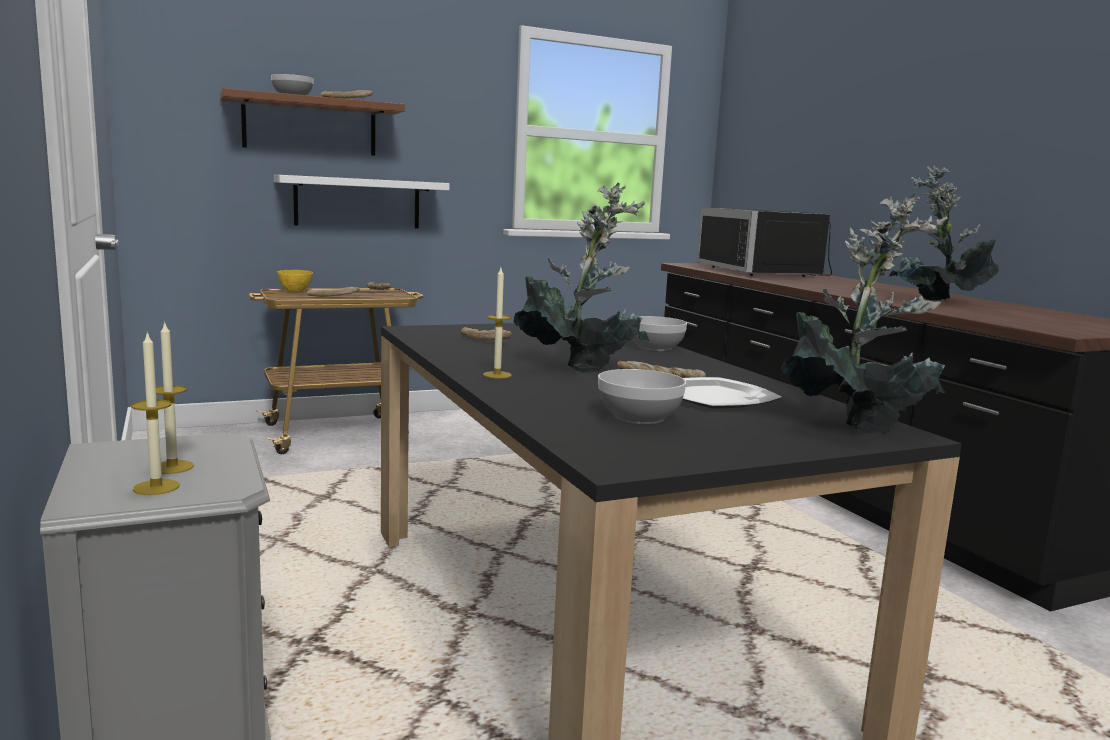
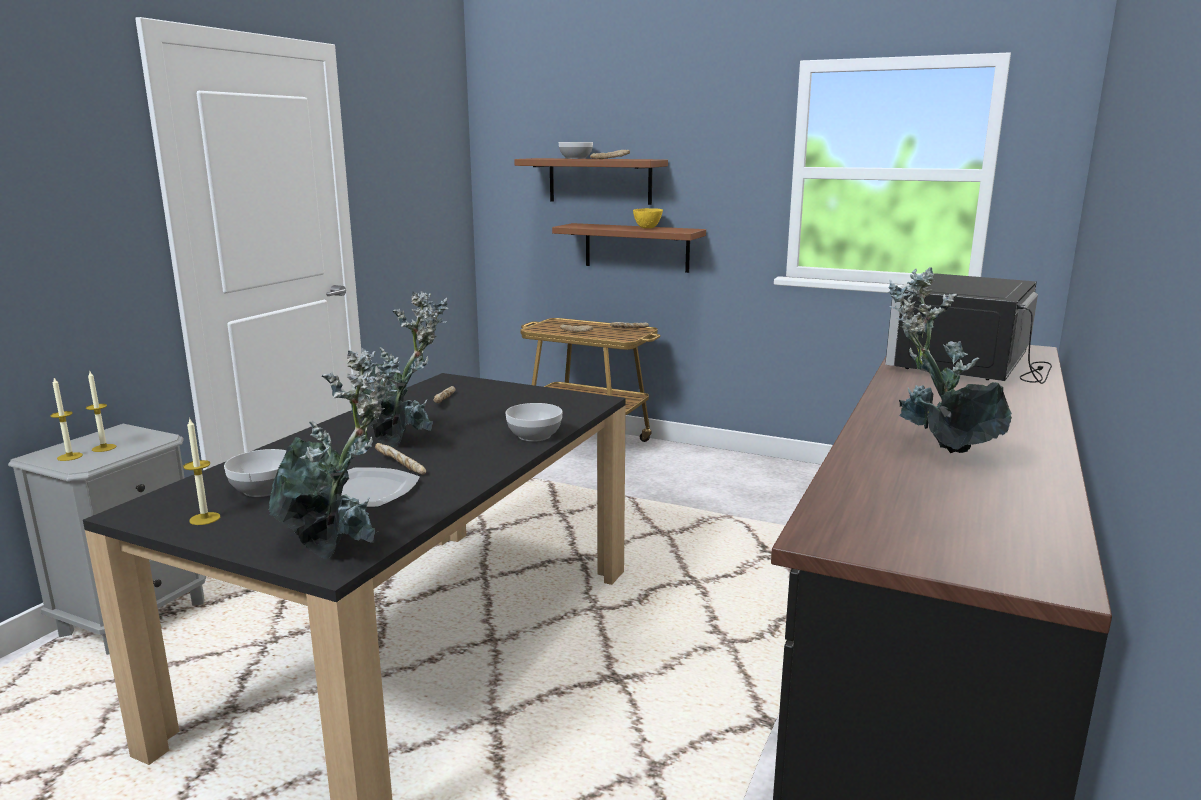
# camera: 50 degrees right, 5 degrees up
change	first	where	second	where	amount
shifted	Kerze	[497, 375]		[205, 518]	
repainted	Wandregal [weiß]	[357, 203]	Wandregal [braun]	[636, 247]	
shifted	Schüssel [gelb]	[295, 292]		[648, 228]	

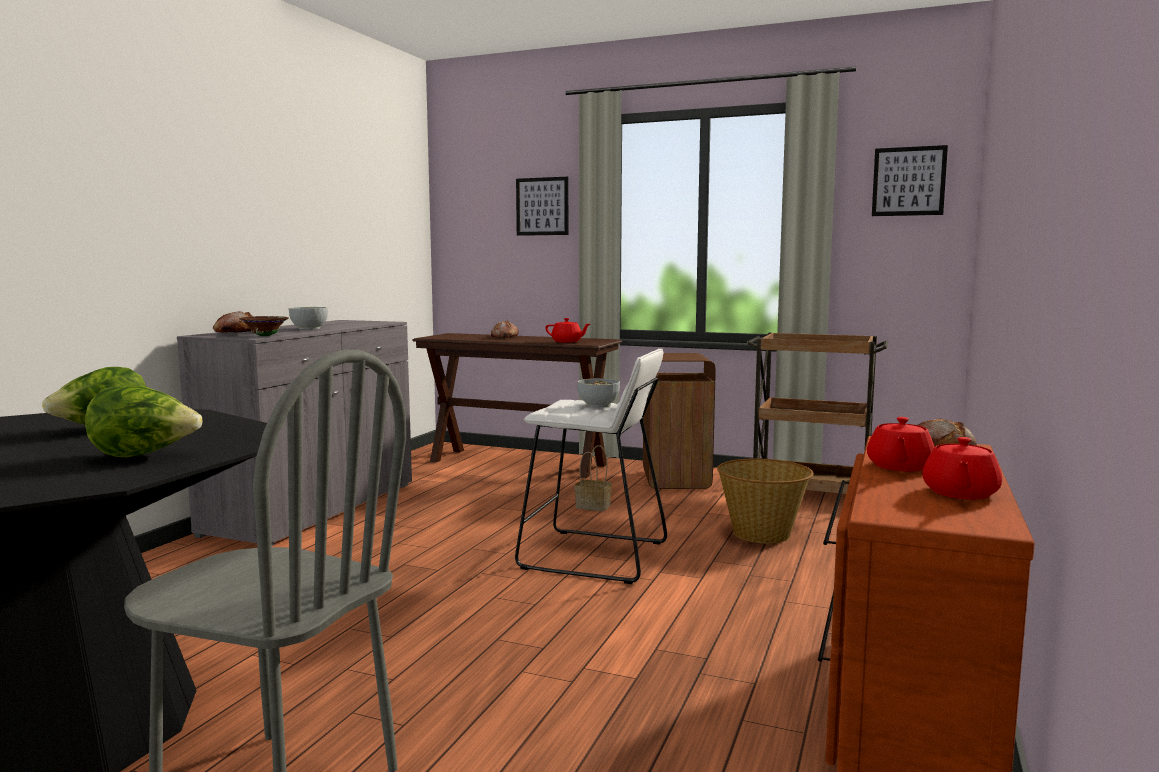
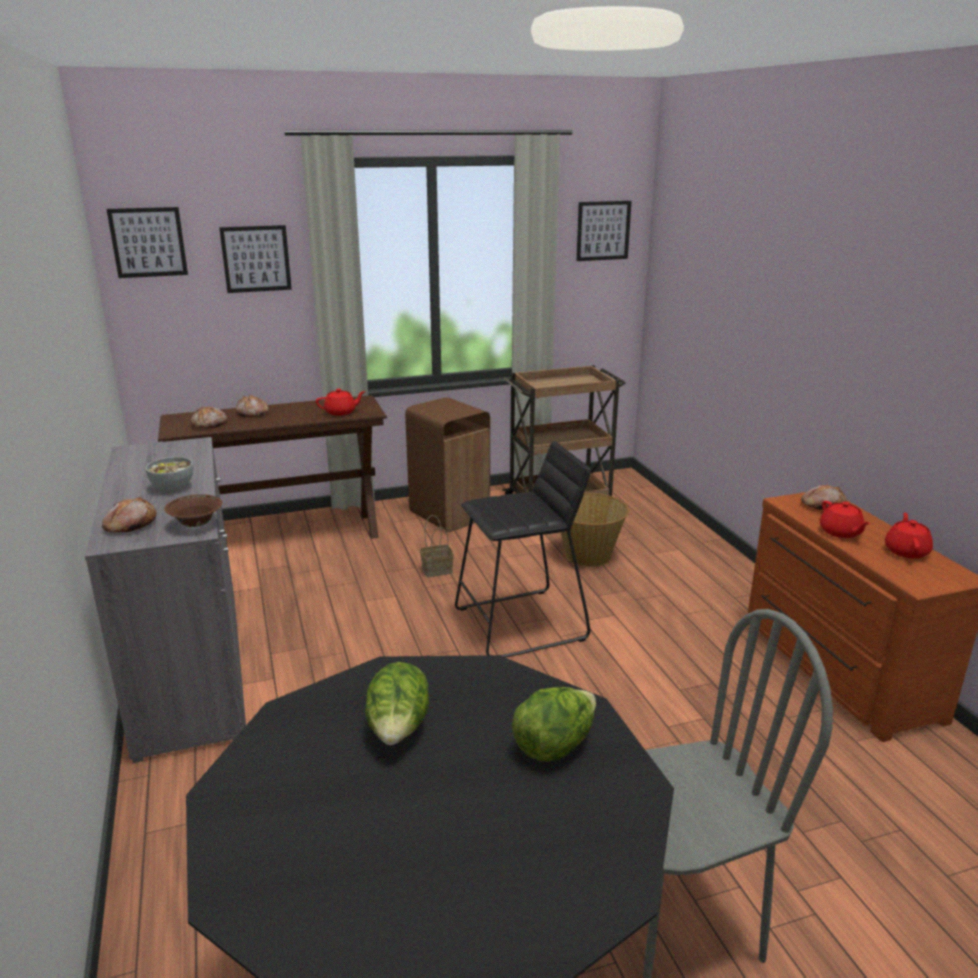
# camera: 40 degrees left, 15 degrees up
change	first	where	second	where	amount
new			Bild	[148, 242]	
new			Brot	[210, 424]	
repainted	Hocker [weiß]	[593, 556]	Hocker [schwarz]	[521, 624]	
rotated	Teekanne [rot]	[959, 493]		[906, 551]	150 degrees counterclockwise
gone	Schüssel	[598, 405]			

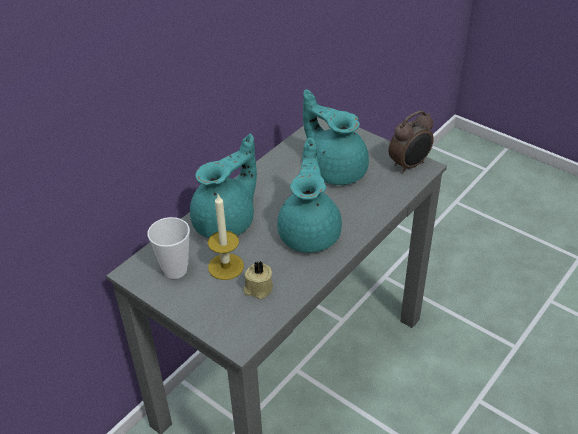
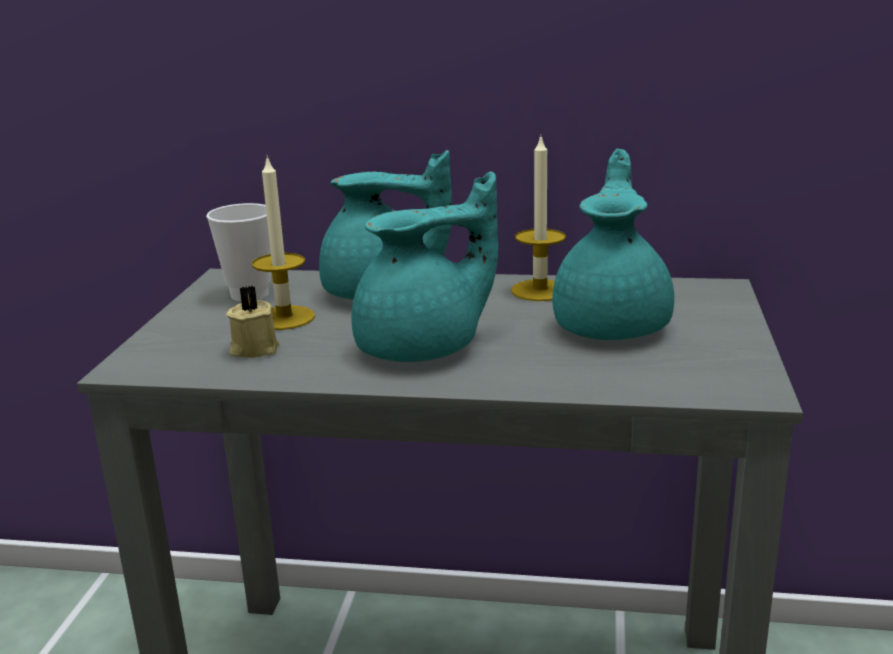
# camera: 60 degrees right, 20 degrees down
change	first	where	second	where	amount
new			Kerze	[540, 290]	
gone	Wecker	[409, 165]			

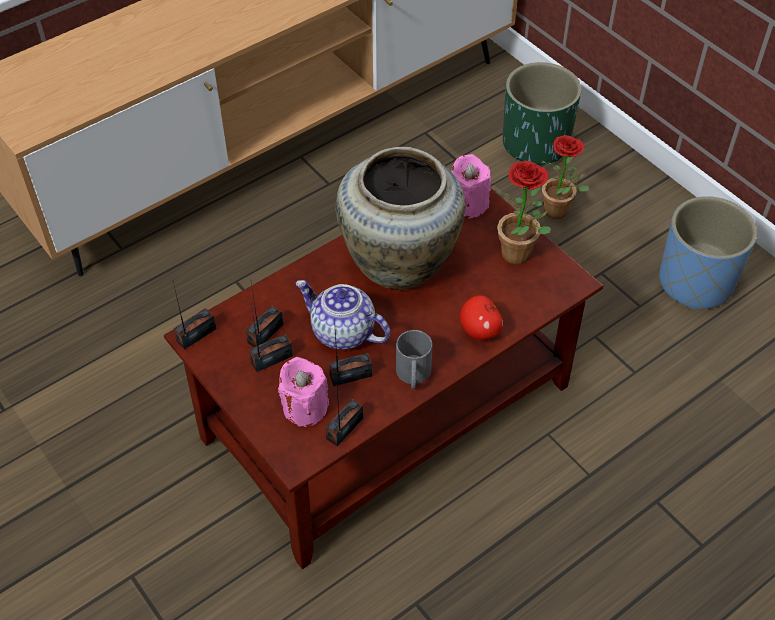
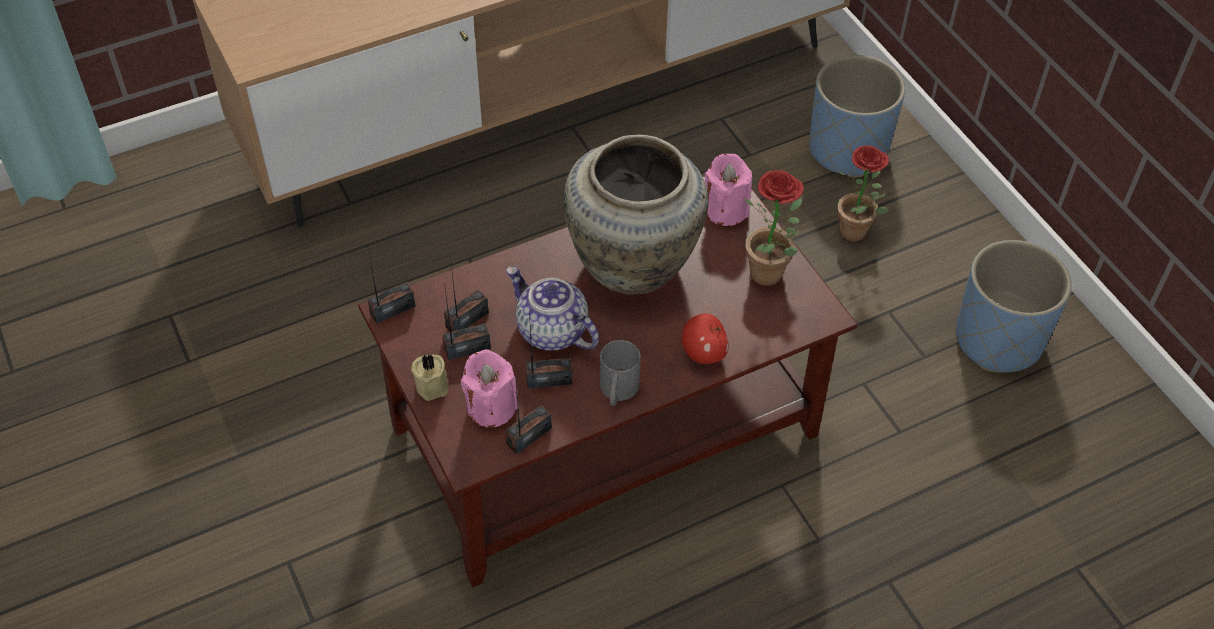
# camera: 10 degrees right, 0 degrees up
change	first	where	second	where	amount
new			Kerze [beige]	[433, 384]	
repainted	Pflanzkübel [grün]	[535, 144]	Pflanzkübel [blau]	[848, 150]	

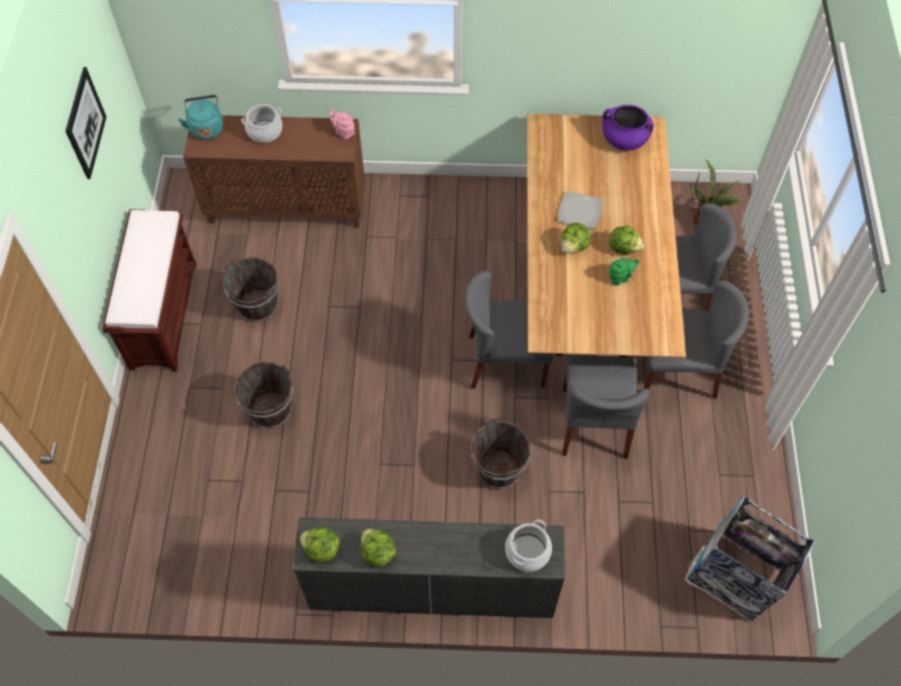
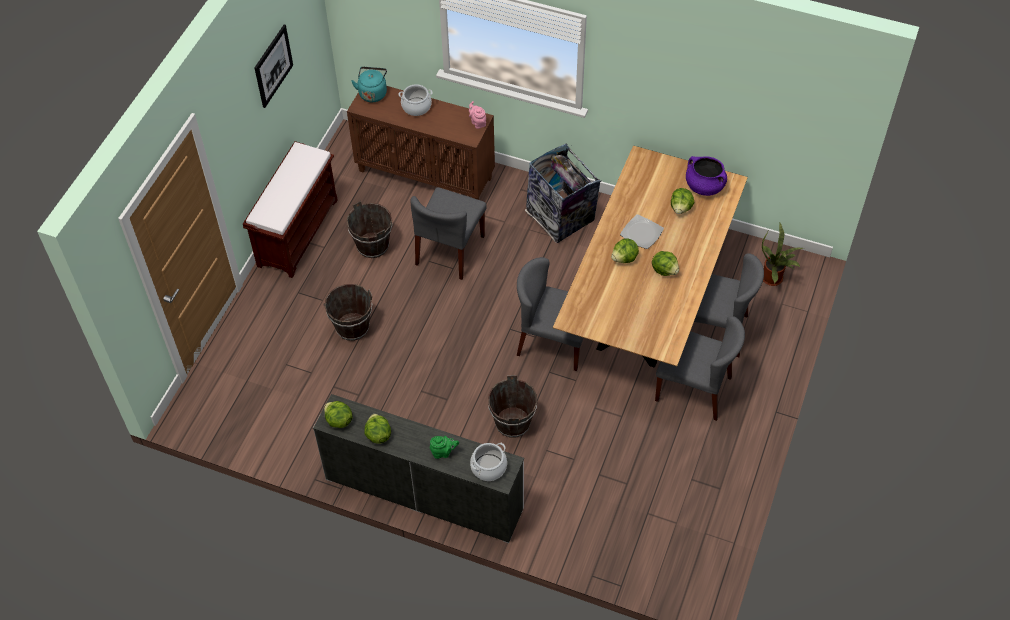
# camera: 20 degrees right, 5 degrees down
change	first	where	second	where	amount
shifted	Stuhl [grau]	[594, 423]		[450, 250]	
shifted	Teekanne [grün]	[620, 277]		[443, 452]	
shifted	Mülleimer	[735, 576]		[561, 218]	
new			Salatkopf	[681, 208]	

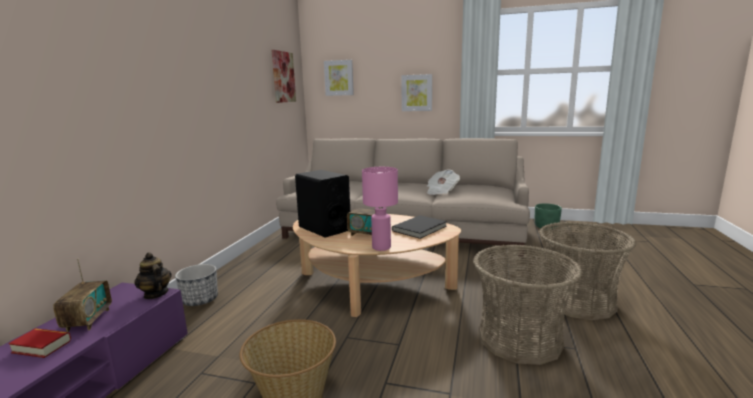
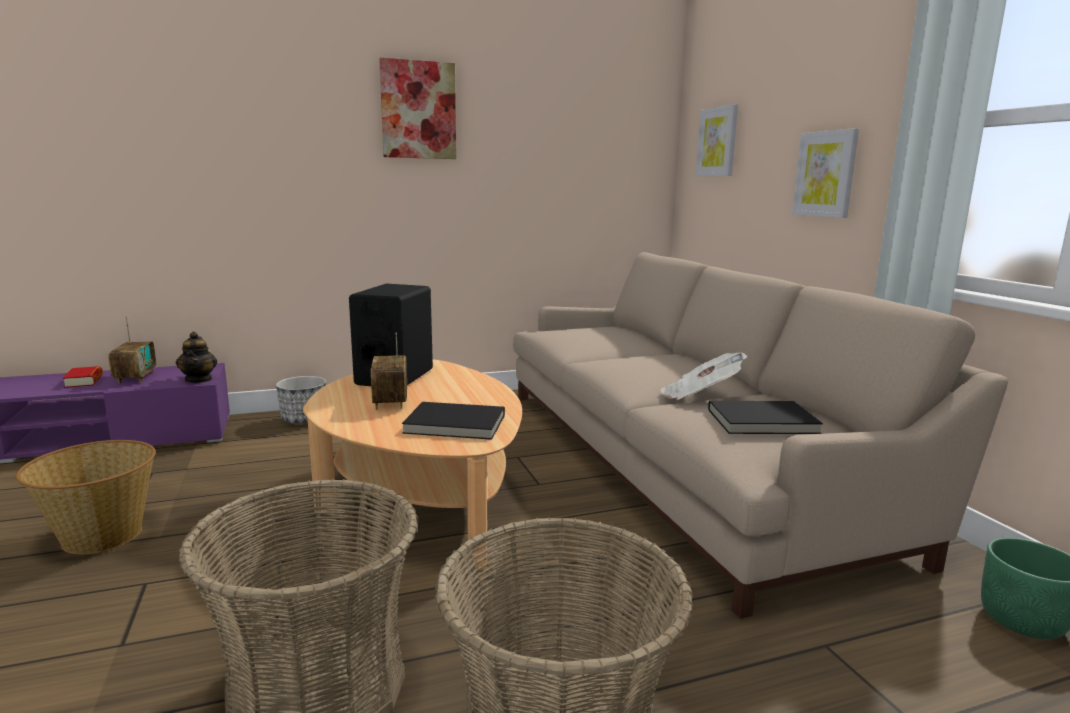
# camera: 55 degrees right, 0 degrees up
change	first	where	second	where	amount
rotated	Radio	[88, 320]		[135, 377]	60 degrees counterclockwise
rotated	Teekanne	[155, 294]		[199, 379]	150 degrees clockwise
shifted	Bild	[283, 77]		[418, 110]	
new			Buch [schwarz]	[762, 422]	
gone	Tischlampe [rosa]	[381, 247]			

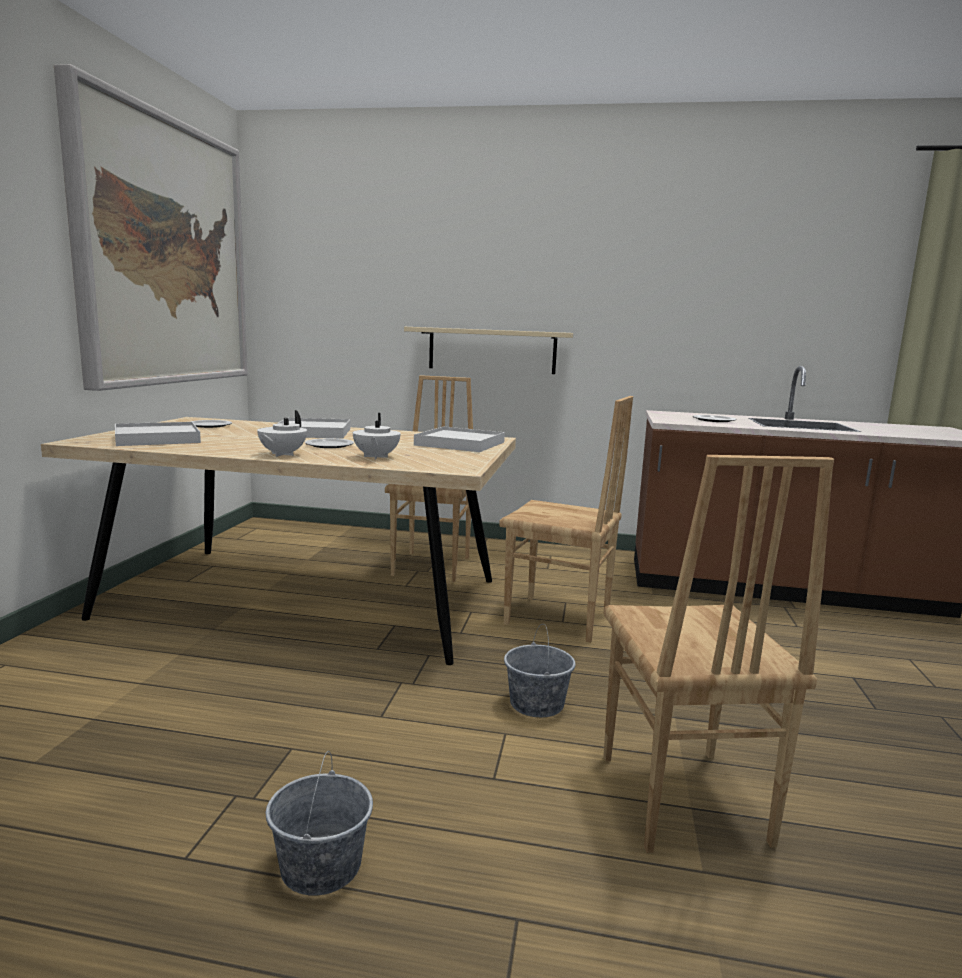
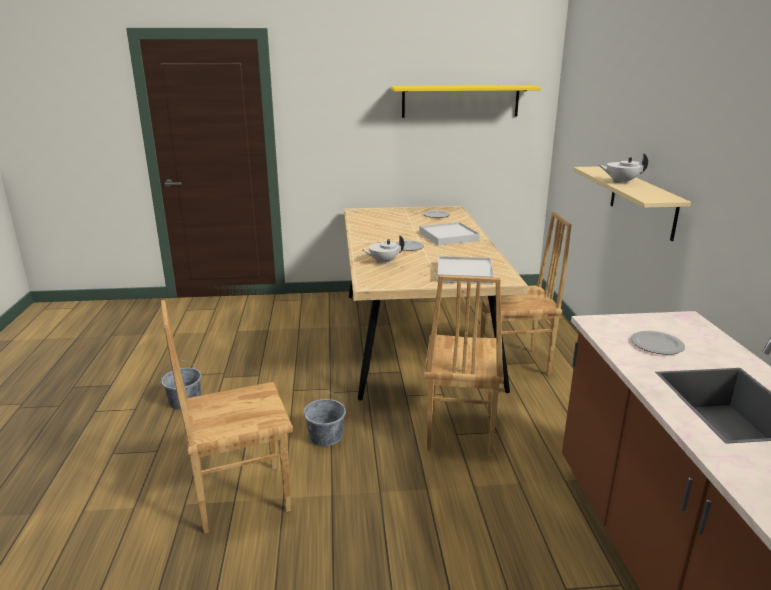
# camera: 75 degrees right, 10 degrees up
change	first	where	second	where	amount
swapped	Bild	[164, 253]	Wandregal [gelb]	[460, 101]	
shifted	Teekanne [weiß]	[282, 454]		[620, 182]	
gone	Tablett [weiß]	[157, 438]			

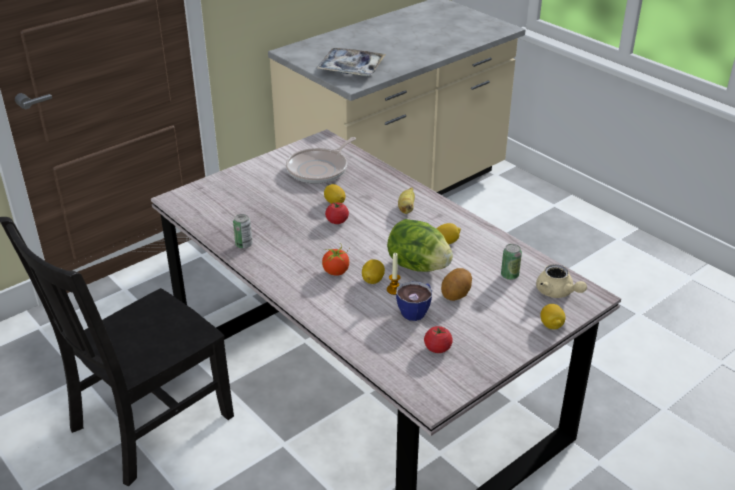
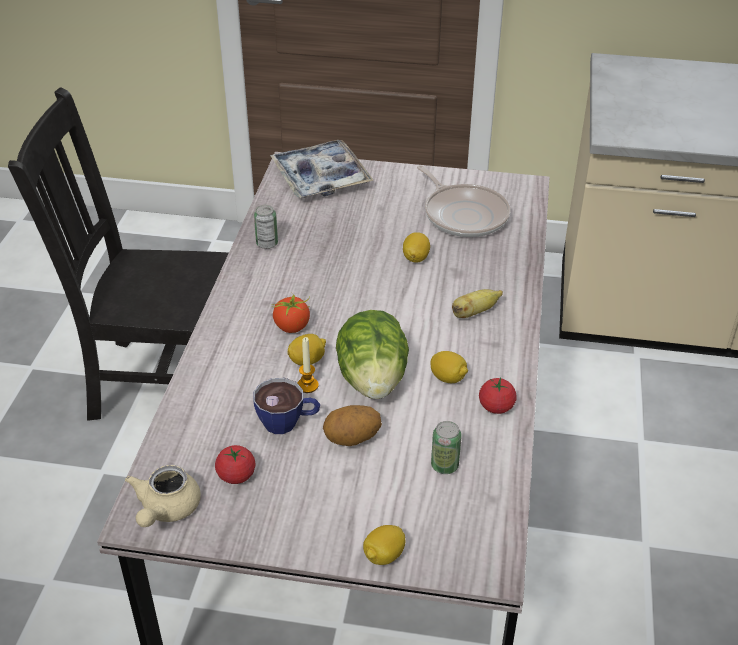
# camera: 50 degrees right, 5 degrees up
change	first	where	second	where	amount
shifted	Teekanne [beige]	[557, 293]		[166, 510]	
shifted	Tablett	[351, 69]		[321, 178]	
rotated	Pfanne	[319, 169]		[463, 214]	120 degrees counterclockwise
shifted	Tomate	[337, 221]		[496, 406]	

